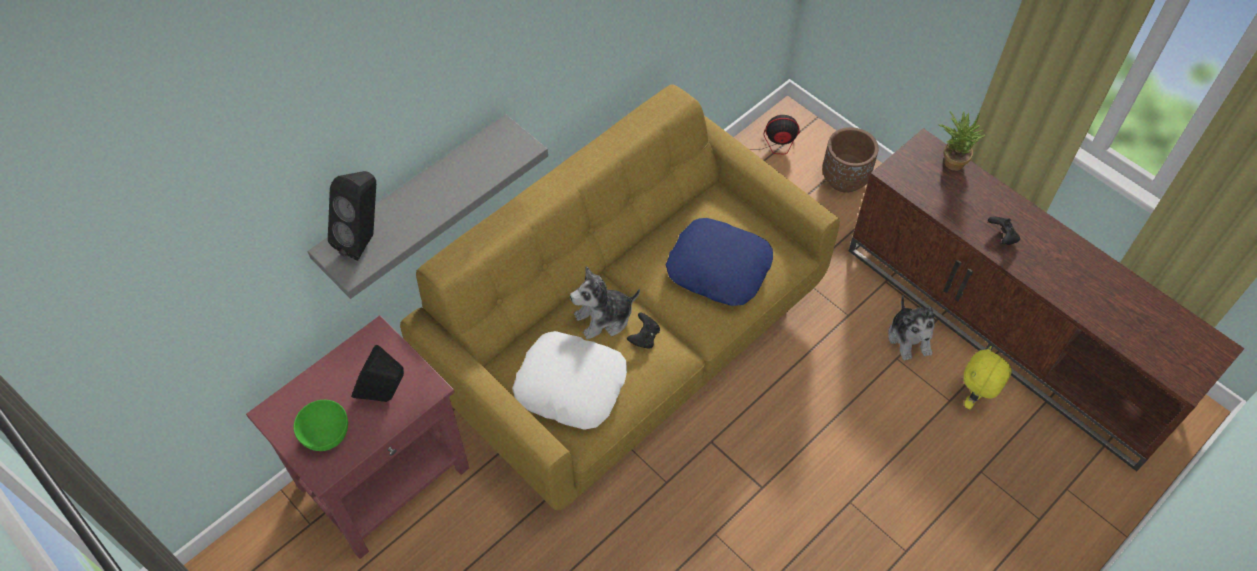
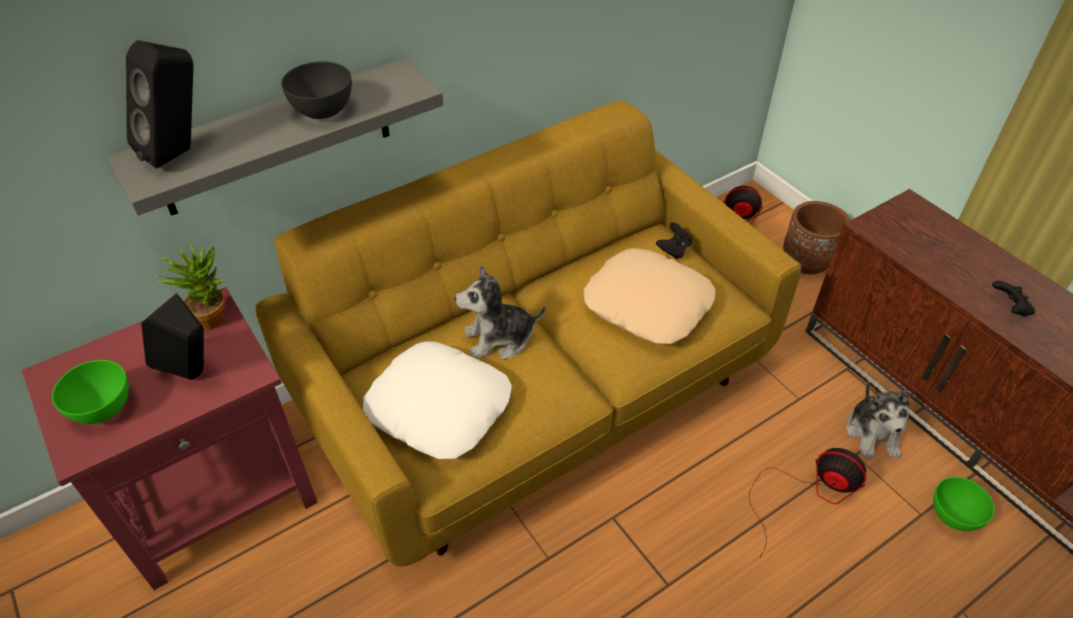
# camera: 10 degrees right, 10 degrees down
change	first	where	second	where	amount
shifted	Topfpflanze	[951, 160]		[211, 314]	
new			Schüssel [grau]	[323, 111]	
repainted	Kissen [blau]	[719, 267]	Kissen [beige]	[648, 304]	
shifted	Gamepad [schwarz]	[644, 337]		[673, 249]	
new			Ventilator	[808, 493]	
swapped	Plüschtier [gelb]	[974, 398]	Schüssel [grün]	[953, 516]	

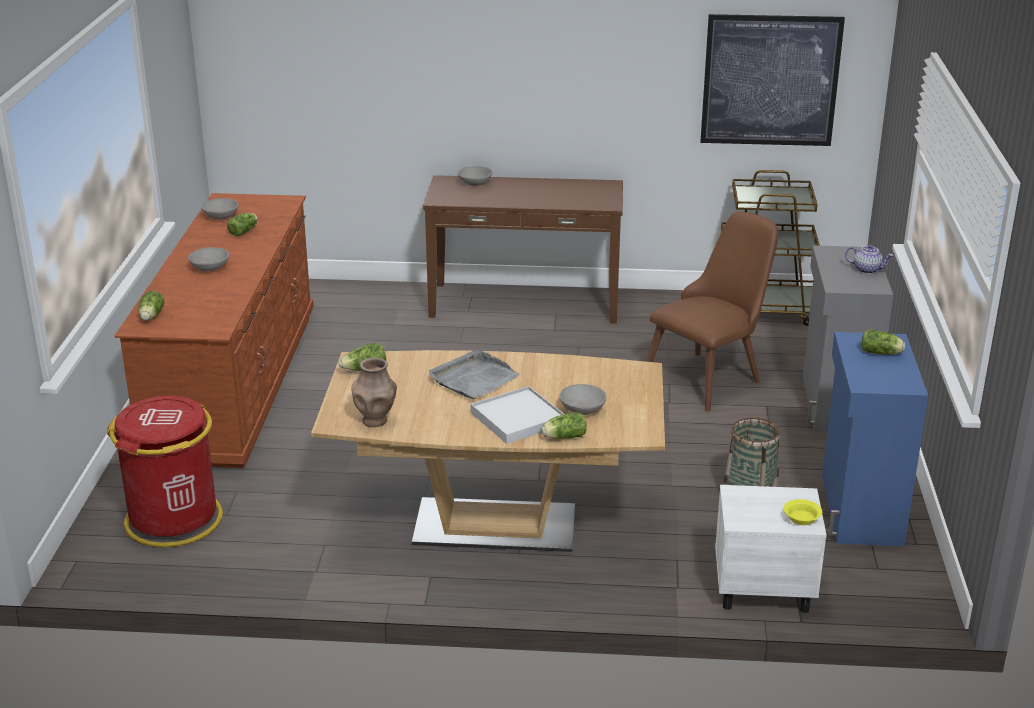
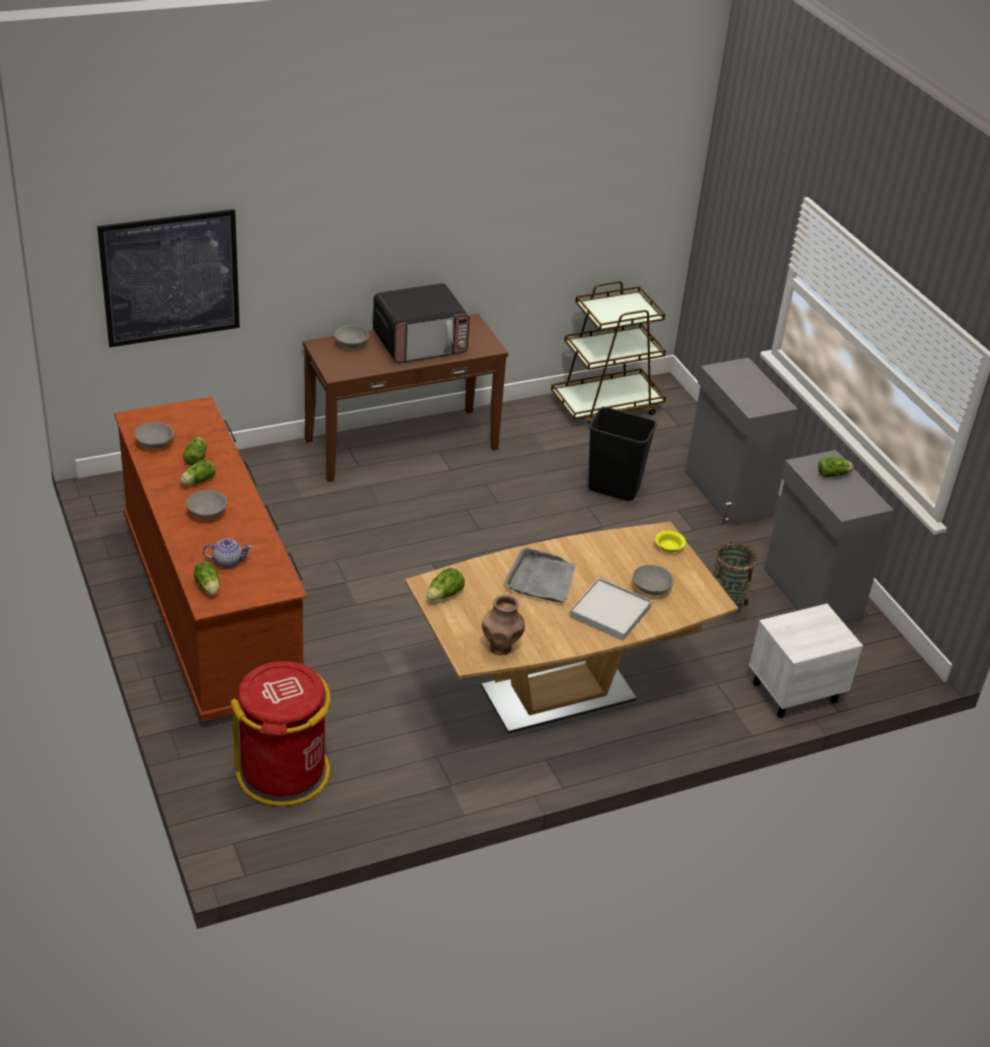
# camera: 30 degrees left, 10 degrees up
change	first	where	second	where	amount
shifted	Bild	[770, 80]		[170, 278]	
shifted	Salatkopf	[563, 437]		[197, 481]	
shifted	Teekanne	[867, 269]		[228, 561]	
new			Mikrowelle	[420, 343]	
swapped	Stuhl [braun]	[711, 375]	Mülleimer [schwarz]	[614, 488]	
shifted	Schüssel [gelb]	[801, 518]		[668, 547]	
repainted	Schrank [blau]	[859, 509]	Schrank [grau]	[810, 595]	

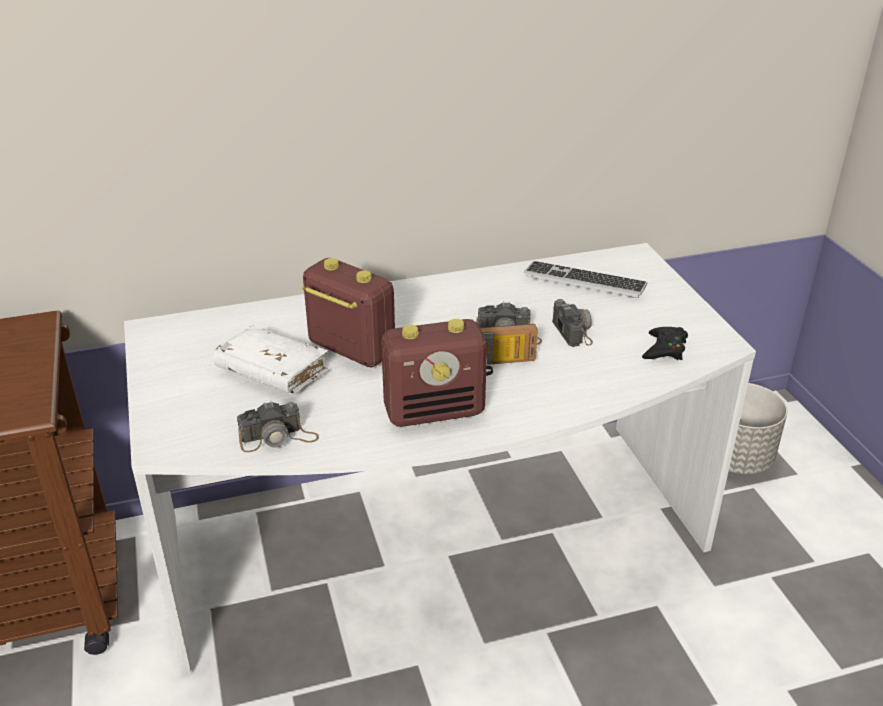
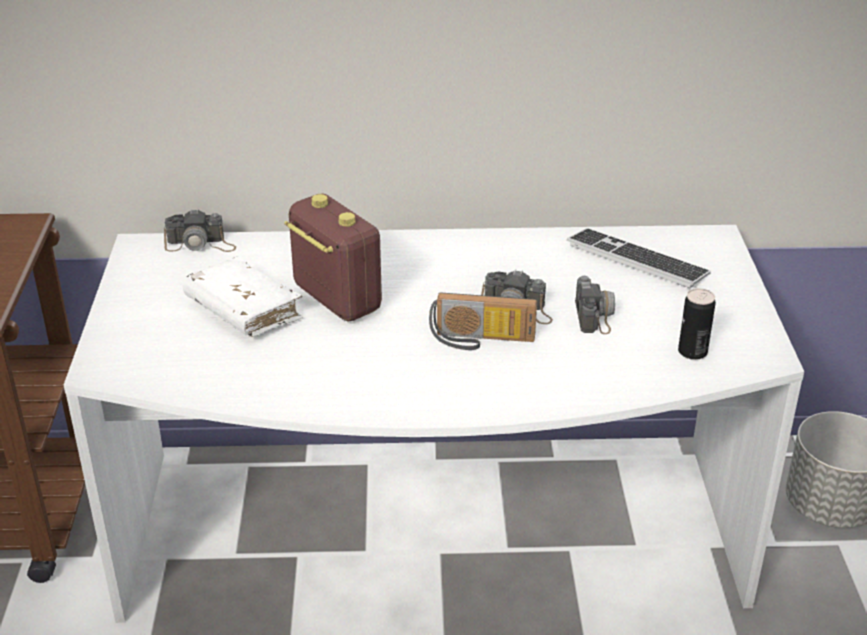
# camera: 15 degrees right, 0 degrees up
change	first	where	second	where	amount
shifted	Kamera	[278, 438]		[200, 244]	
swapped	Gamepad [schwarz]	[664, 349]	Dose	[692, 352]	
gone	Radio	[435, 411]			

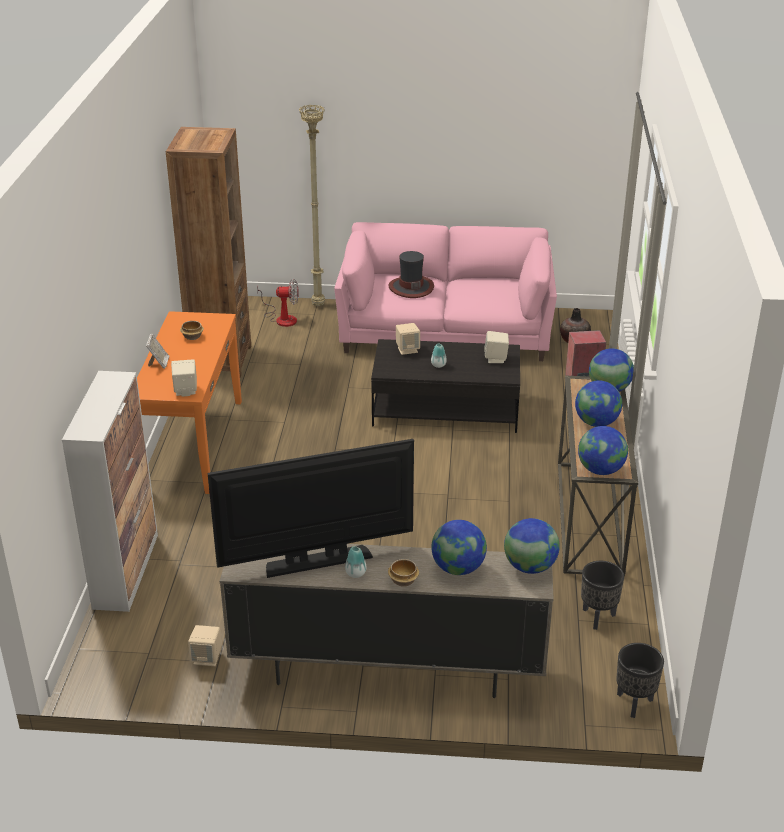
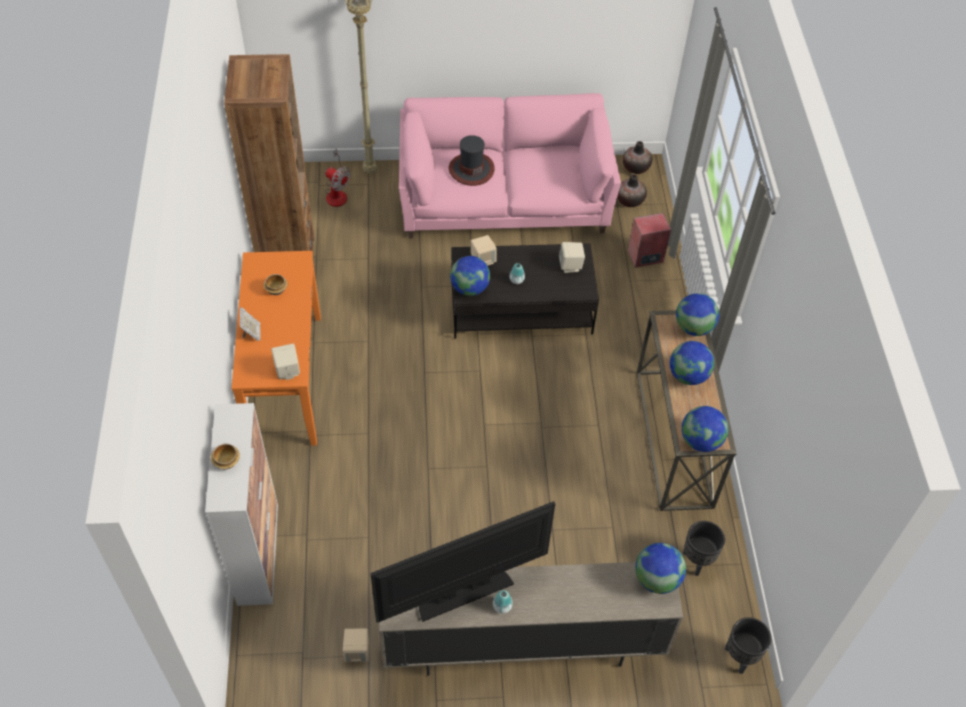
# camera: 10 degrees left, 20 degrees up
change	first	where	second	where	amount
shifted	Schüssel	[403, 580]		[226, 461]	
rotated	Ventilator	[282, 318]		[337, 193]	45 degrees clockwise
shifted	Globus	[458, 568]		[469, 288]	
new			Vase	[635, 168]	

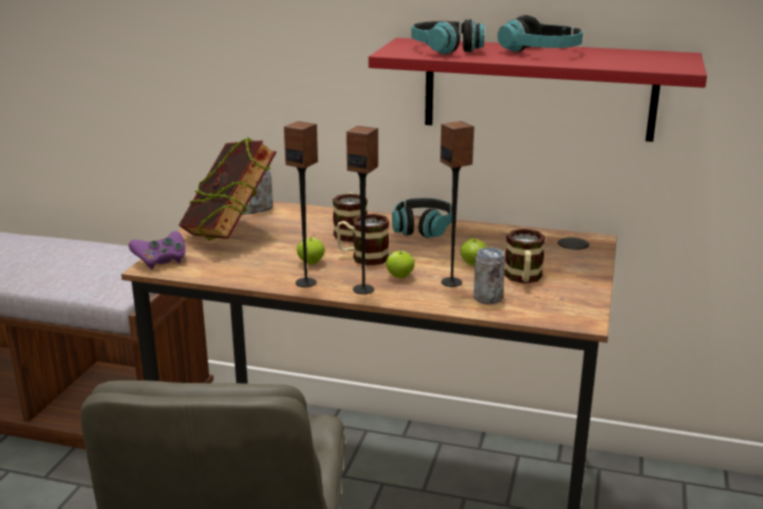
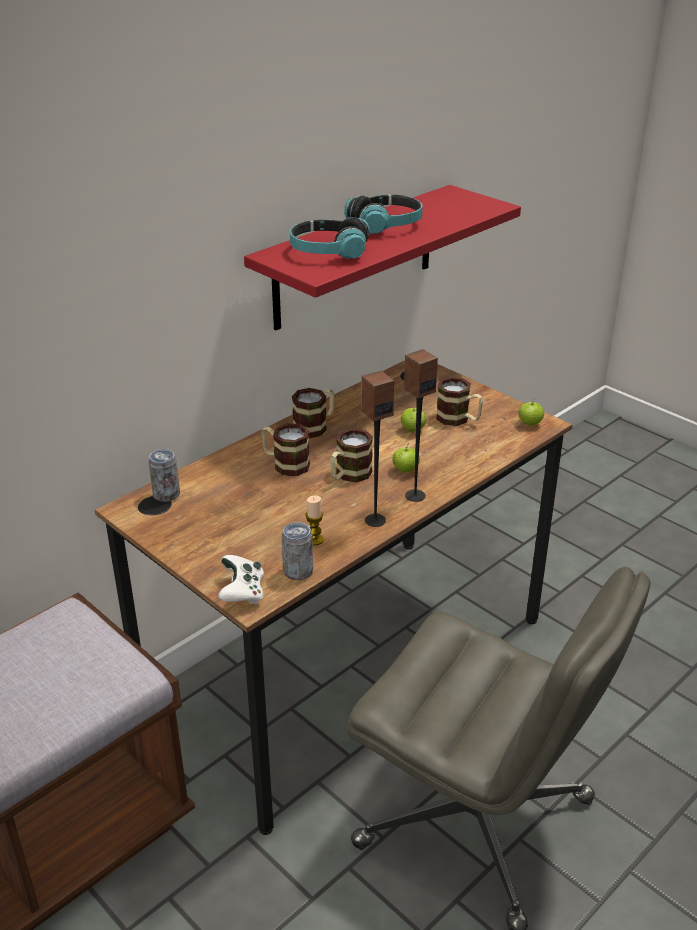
# camera: 60 degrees left, 10 degrees up
change	first	where	second	where	amount
repainted	Gamepad [lila]	[161, 261]	Gamepad [weiß]	[242, 593]	
shifted	Dose	[488, 298]		[298, 572]	
swapped	Kopfhörer	[423, 228]	Henkelbecher	[315, 426]	
new			Kerze	[314, 540]	
shifted	Apfel	[311, 263]		[529, 424]	
gone	Buch	[230, 235]			
gone	Lautsprecher	[452, 282]			

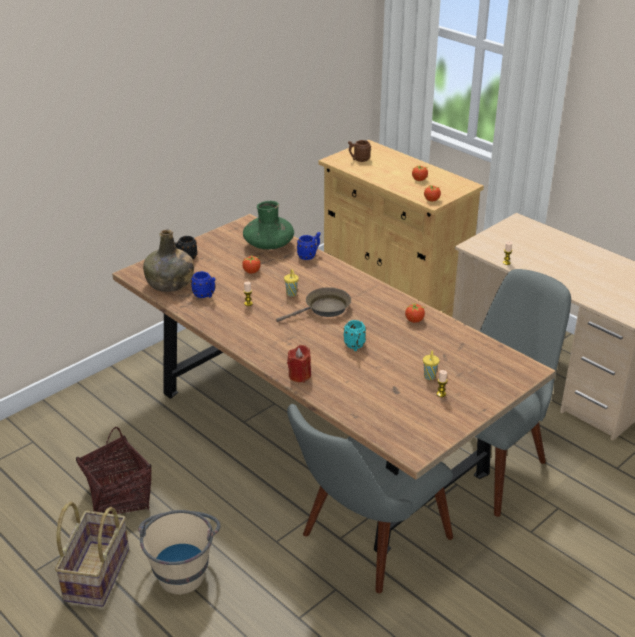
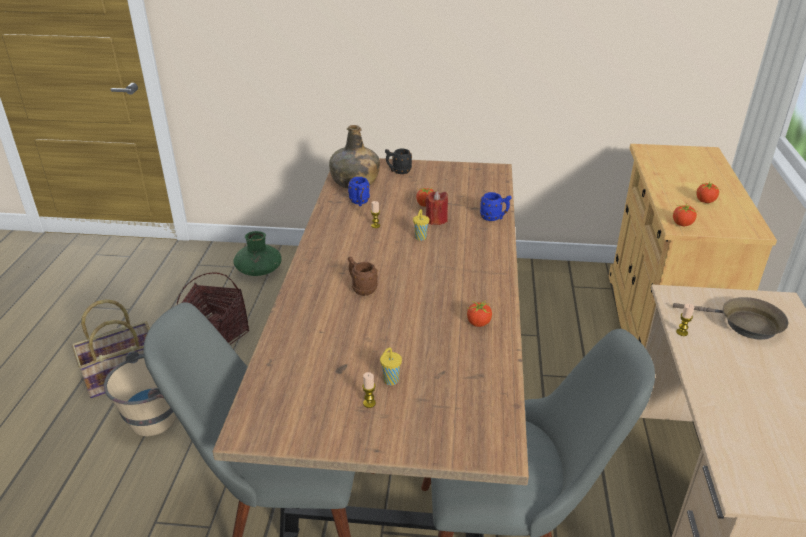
# camera: 50 degrees right, 0 degrees up
change	first	where	second	where	amount
shifted	Vase [grün]	[268, 245]		[259, 270]	
shifted	Henkelbecher [braun]	[359, 159]		[361, 288]	
shifted	Kerze [rot]	[299, 375]		[436, 220]	
shifted	Pfanne [braun]	[324, 309]		[744, 324]	
gone	Henkelbecher [türkis]	[354, 347]			

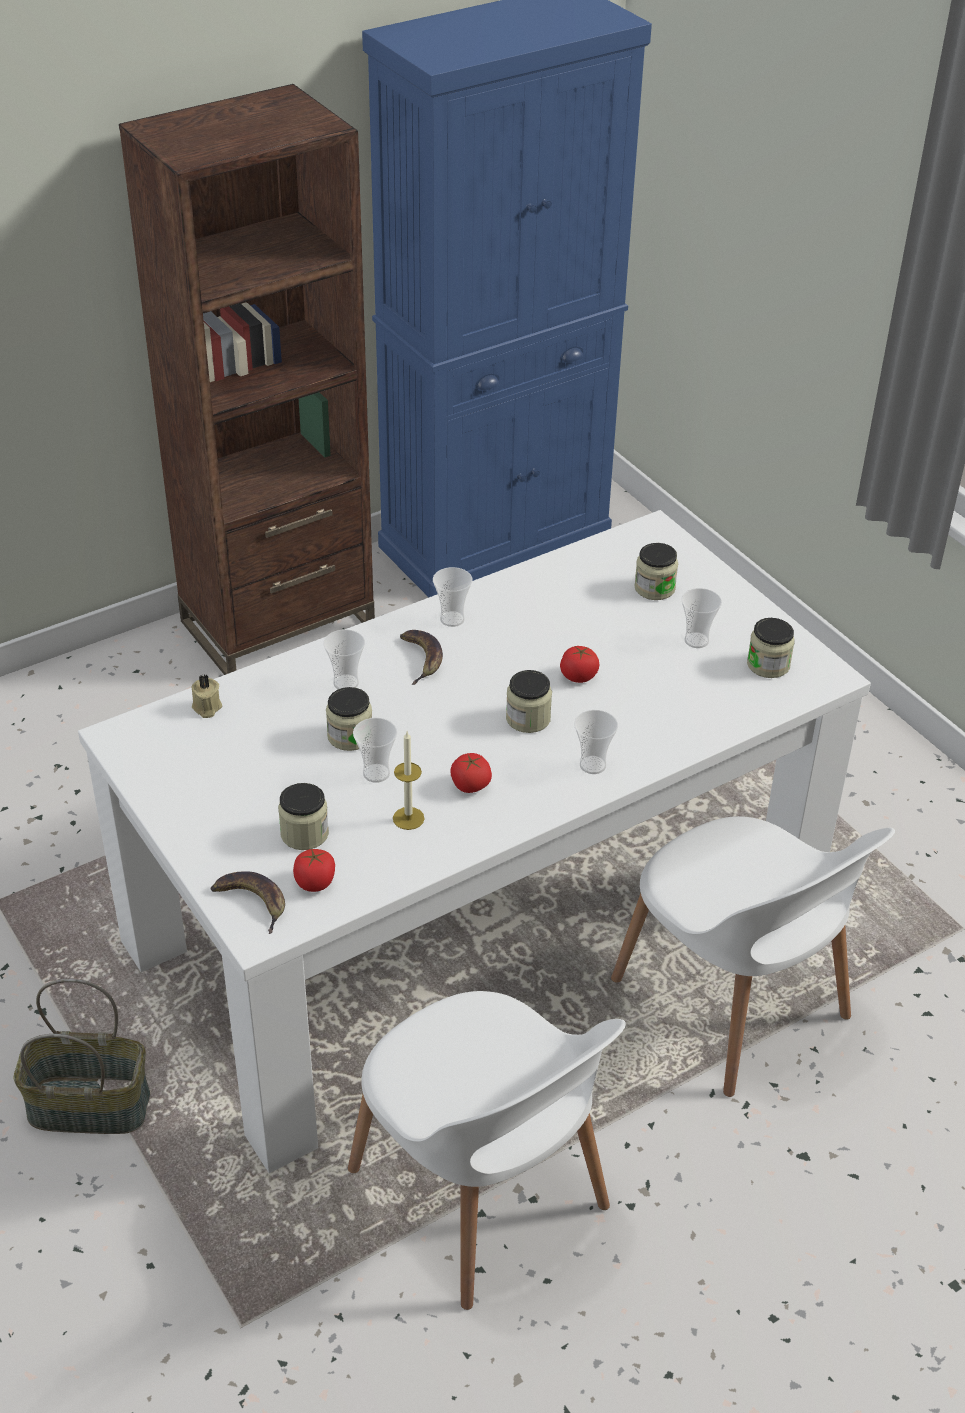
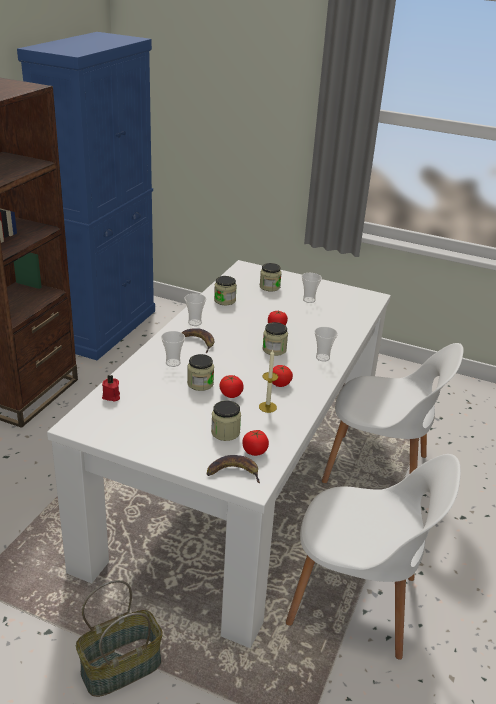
# camera: 35 degrees left, 10 degrees down
change	first	where	second	where	amount
repainted	Kerze [beige]	[206, 708]	Kerze [rot]	[111, 396]	
shifted	Vorratsglas	[768, 665]		[224, 300]	
swapped	Tasse	[376, 773]	Tomate	[231, 394]	

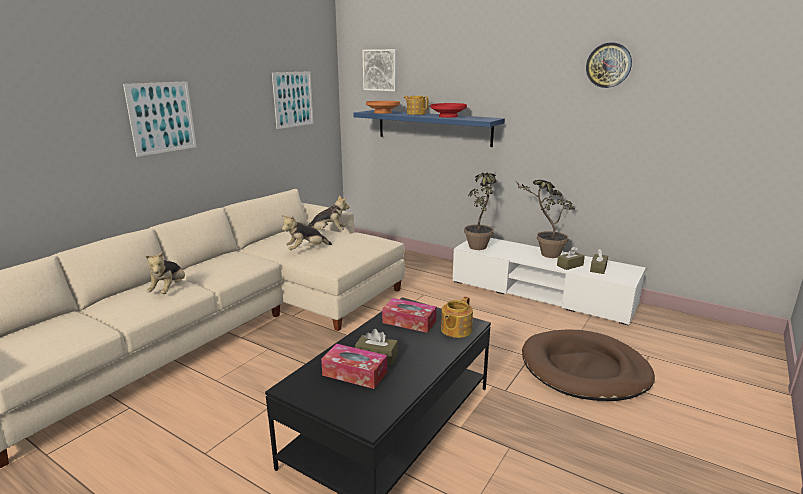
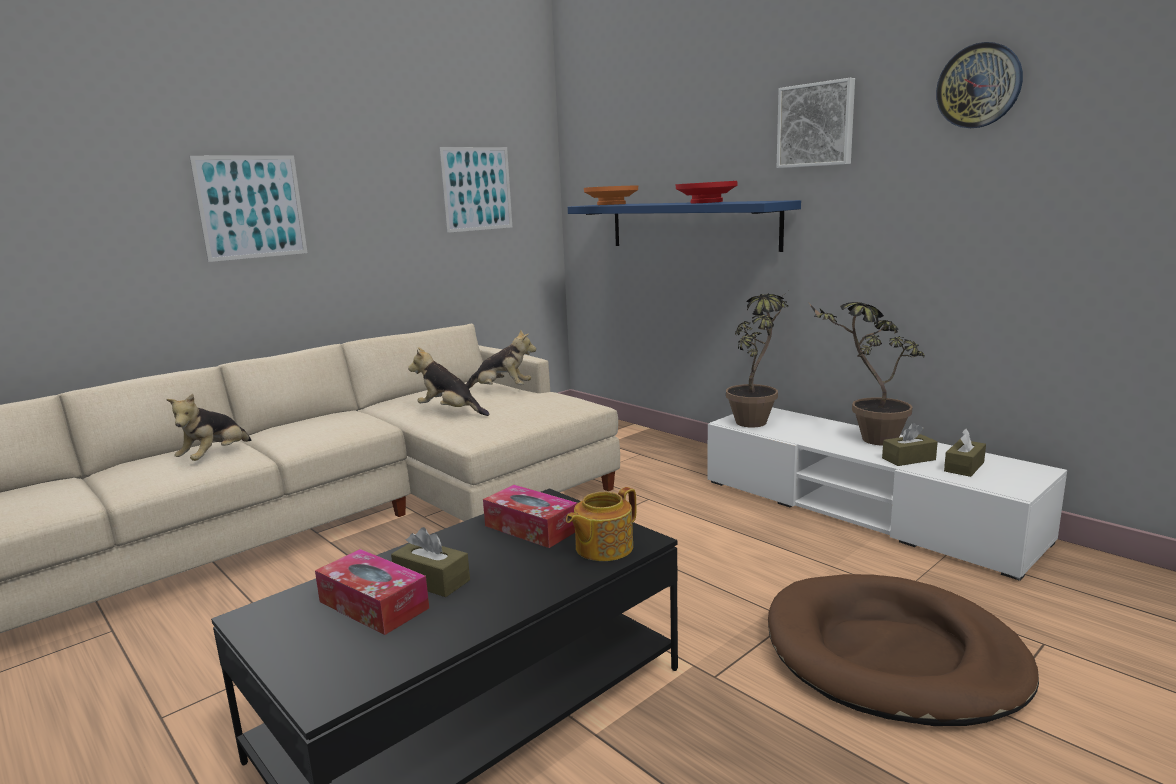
# camera: 15 degrees right, 5 degrees down
change	first	where	second	where	amount
rotated	Plüschtier	[306, 250]		[450, 411]	45 degrees clockwise
shifted	Bild	[381, 70]		[816, 125]	
gone	Teekanne	[416, 113]			

